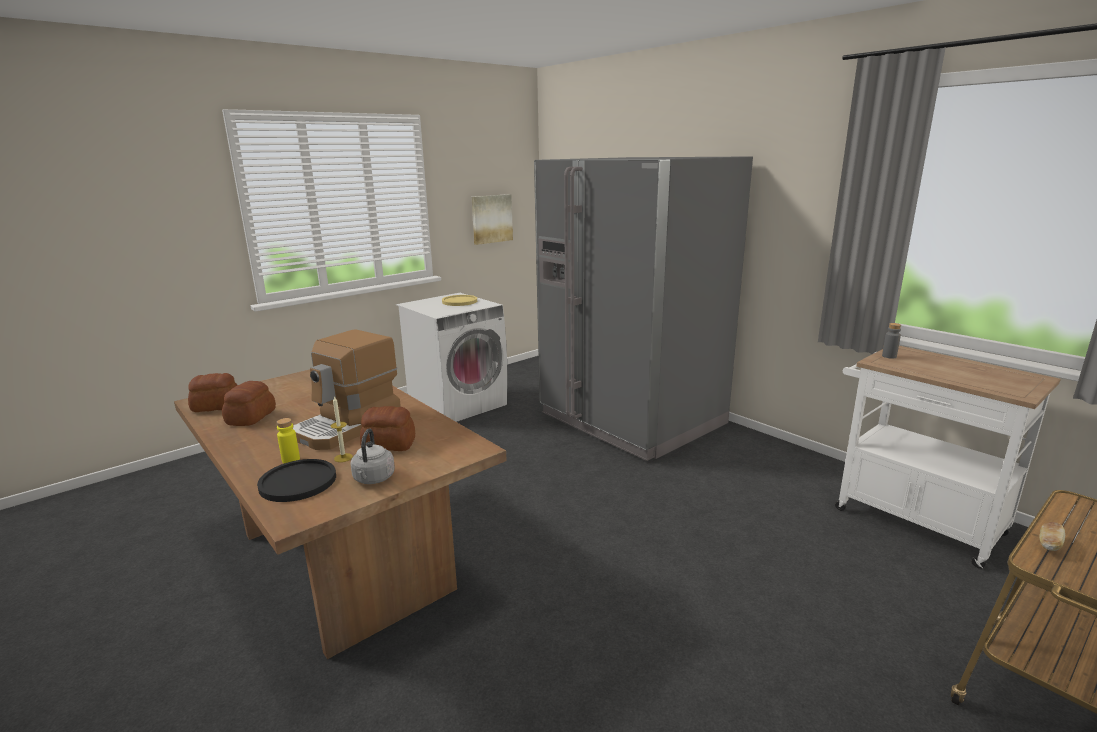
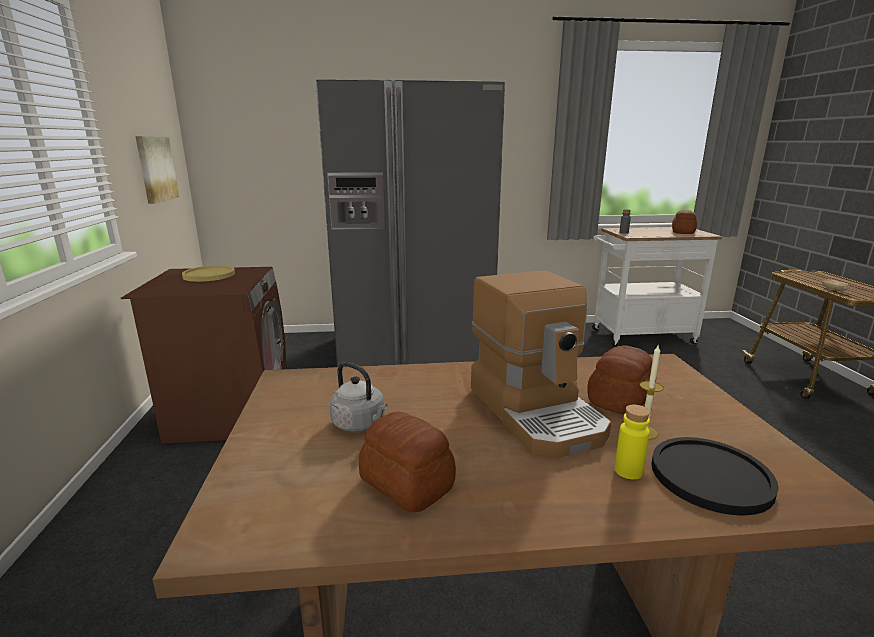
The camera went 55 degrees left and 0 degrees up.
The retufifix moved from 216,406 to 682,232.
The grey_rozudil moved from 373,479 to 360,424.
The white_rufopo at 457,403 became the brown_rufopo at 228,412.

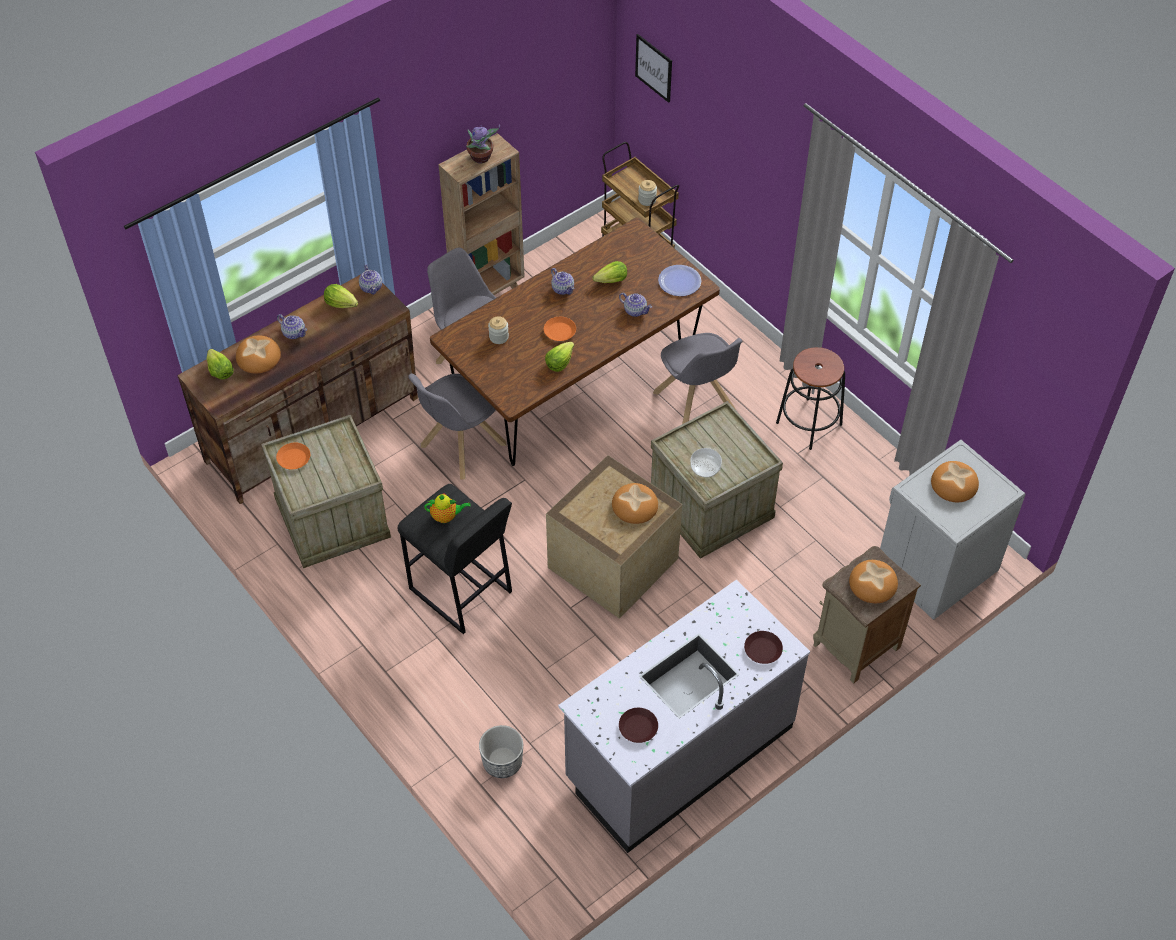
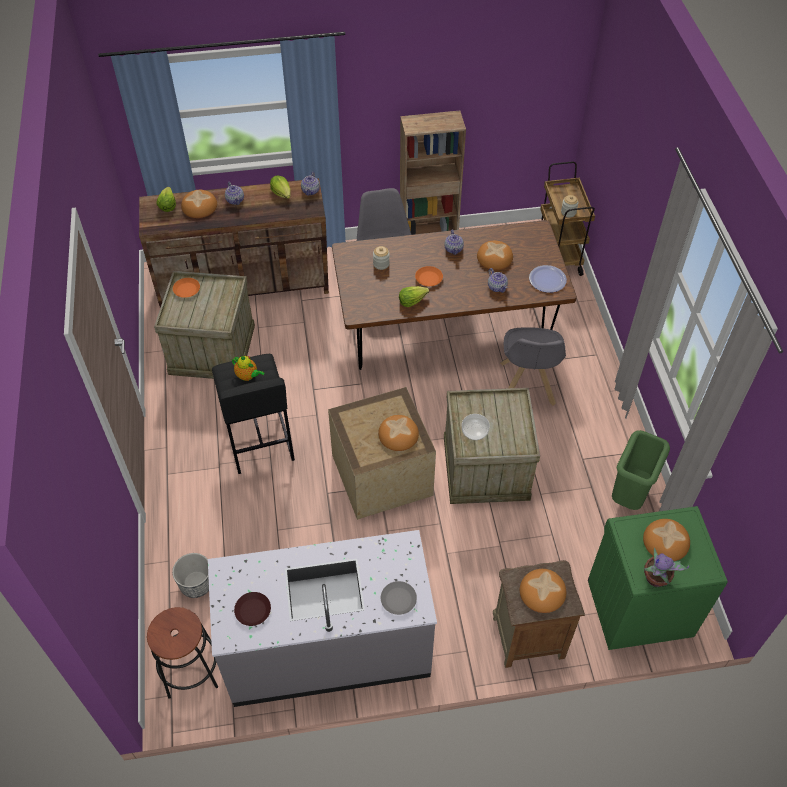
The camera went 30 degrees right and 0 degrees up.
The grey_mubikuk at 460,447 disappeared.
The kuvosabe moved from 481,158 to 656,579.
The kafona at 611,281 was replaced by the retufifix at 494,258.
The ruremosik at 654,68 disappeared.
The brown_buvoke at 763,649 became the grey_buvoke at 399,599.
The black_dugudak moved from 809,423 to 190,669.
The white_rufopo at 934,567 became the green_rufopo at 638,606.
The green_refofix at 629,496 appeared.

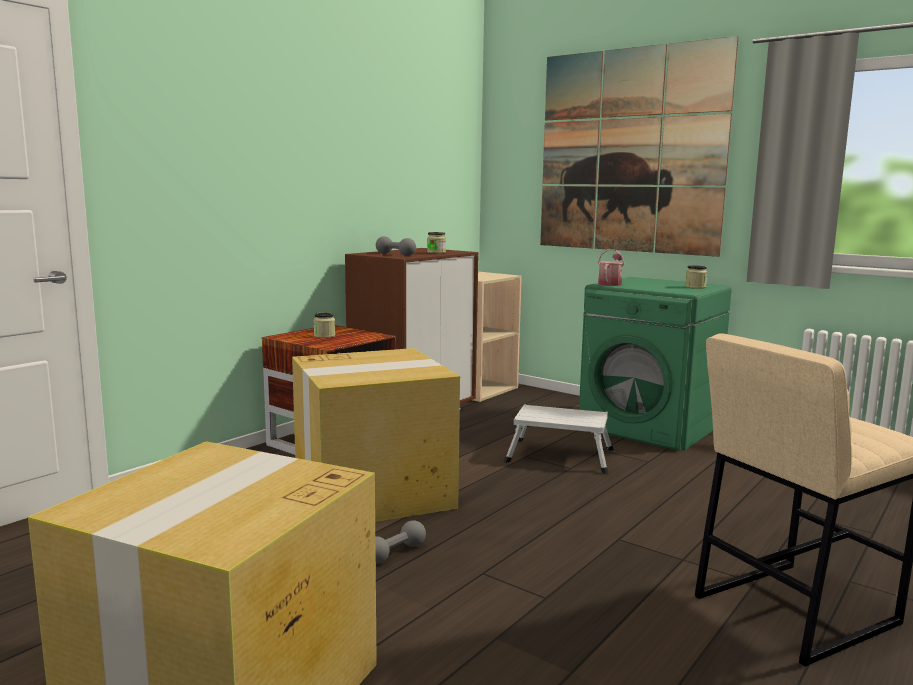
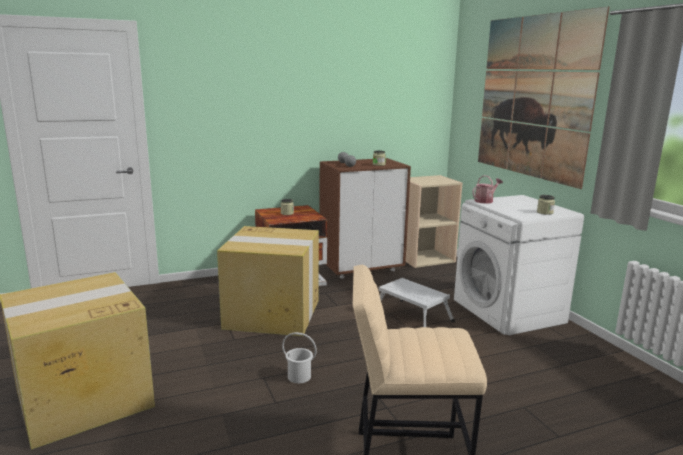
The camera went 30 degrees right and 5 degrees up.
The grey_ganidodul at 395,553 disappeared.
The green_rufopo at 647,427 became the white_rufopo at 506,311.
The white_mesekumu at 299,377 appeared.

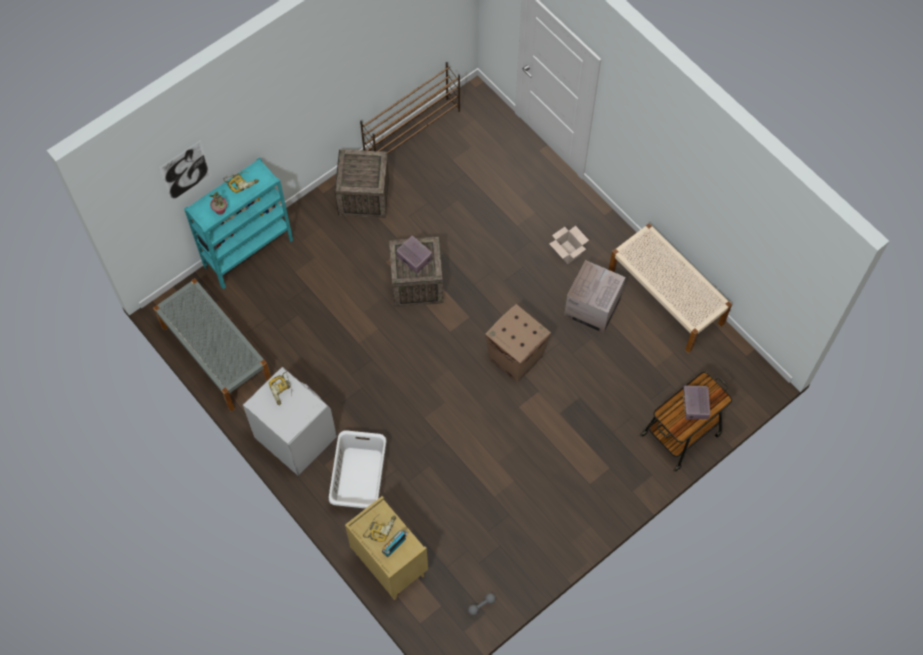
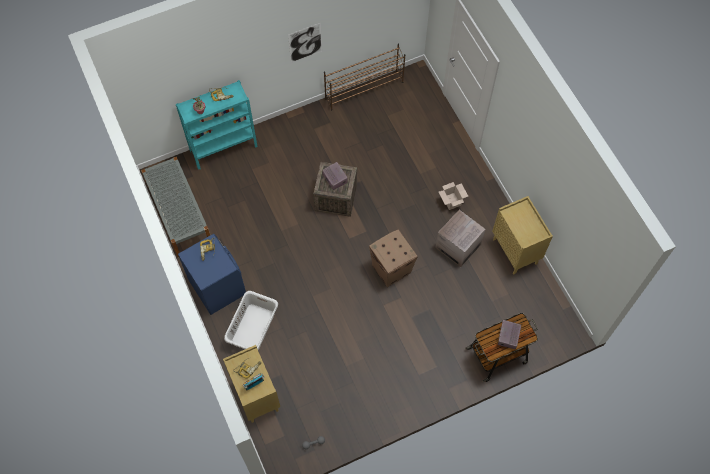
The camera went 15 degrees right and 0 degrees up.
The ruremosik moved from 185,171 to 305,43.
The white_rufopo at 296,435 became the blue_rufopo at 218,286.
The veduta at 364,196 disappeared.
The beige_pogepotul at 666,297 was replaced by the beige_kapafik at 515,251.

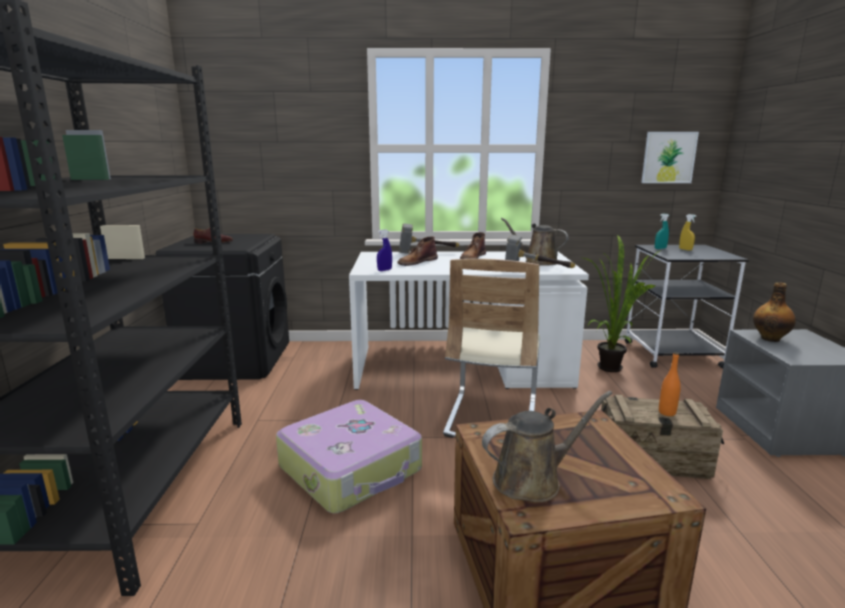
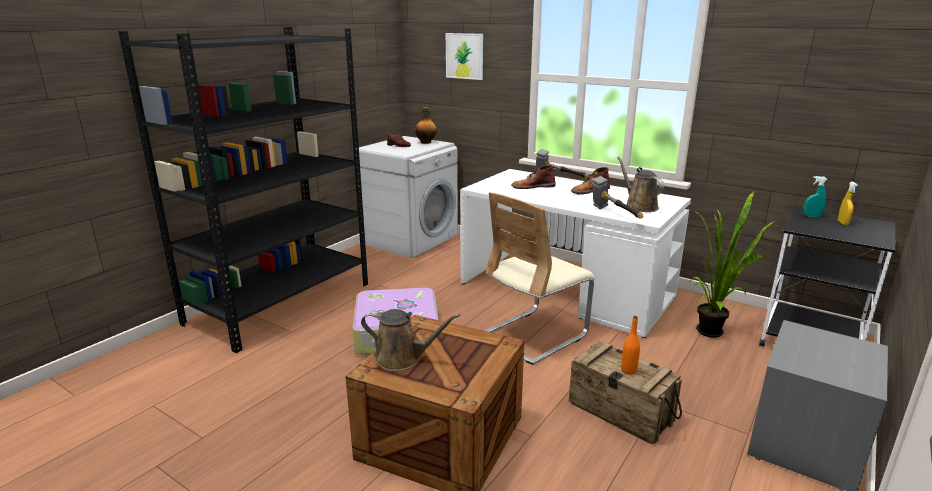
The camera went 35 degrees right and 5 degrees up.
The black_rufopo at 239,359 became the white_rufopo at 412,239.
The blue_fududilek at 384,270 disappeared.
The ruremosik moved from 668,157 to 464,56.
The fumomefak moved from 770,338 to 426,142.

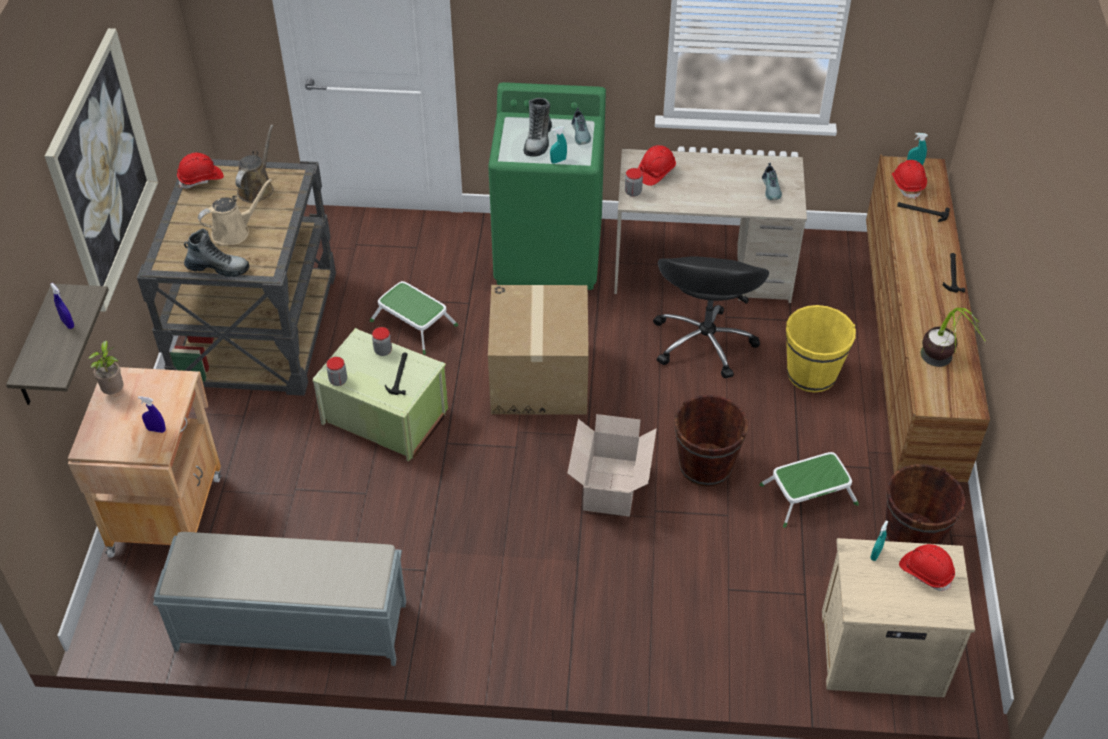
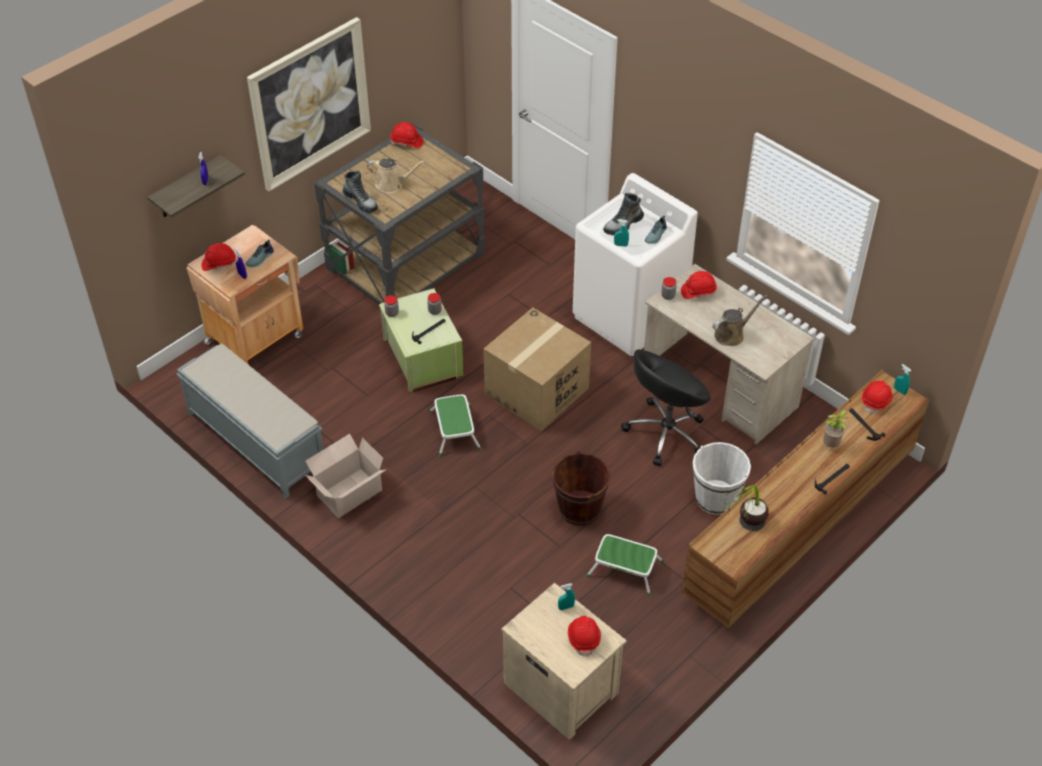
The camera went 40 degrees right and 0 degrees up.
The kuvosabe moved from 115,391 to 831,445.
The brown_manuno moved from 257,188 to 731,334.
The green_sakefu moved from 414,323 to 455,430.
The green_rufopo at 549,253 became the white_rufopo at 629,316.
The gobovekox moved from 610,488 to 347,493.
The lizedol moved from 772,188 to 260,259.
The yellow_mesekumu at 811,374 became the white_mesekumu at 716,498.
The brown_mesekumu at 912,537 disappeared.
The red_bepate at 219,263 appeared.

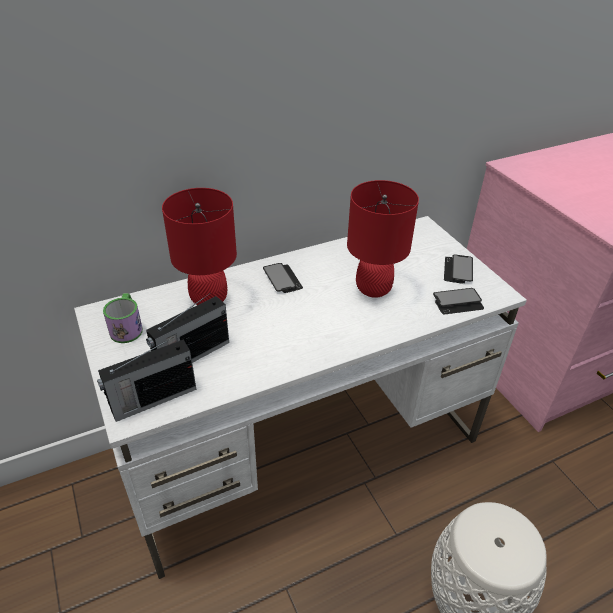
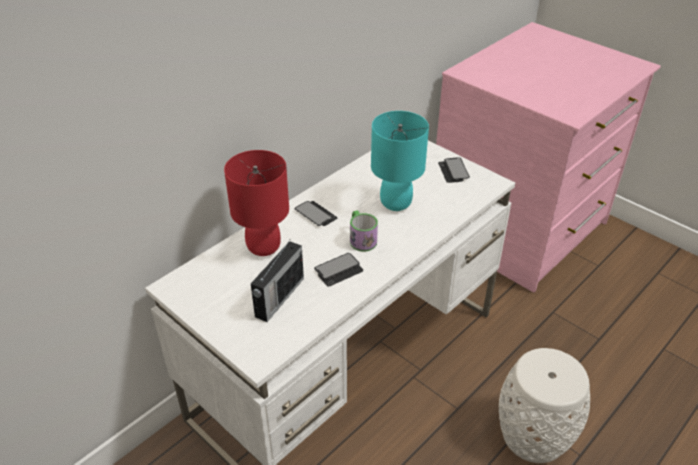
The camera went 20 degrees left and 0 degrees up.
The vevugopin at 152,399 disappeared.
The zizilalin moved from 127,327 to 361,239.
The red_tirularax at 371,290 became the turquoise_tirularax at 394,205.
The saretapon moved from 458,302 to 338,270.

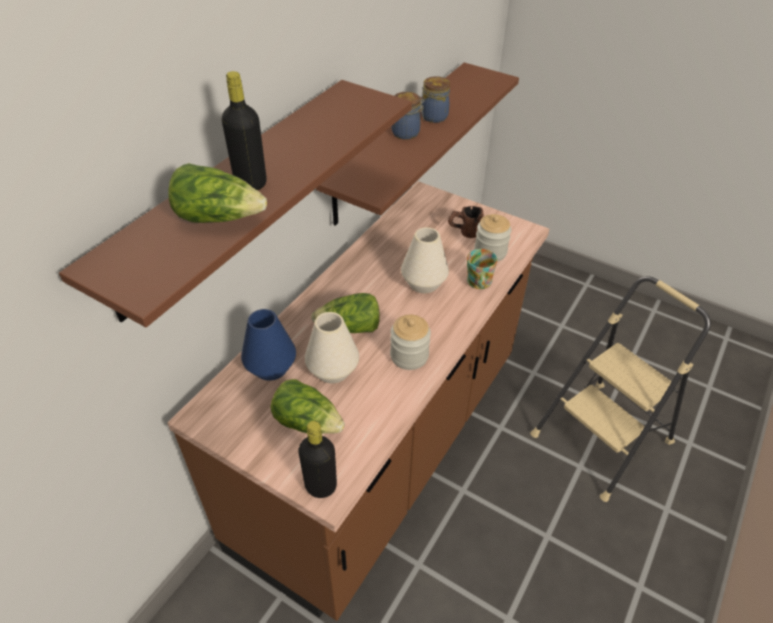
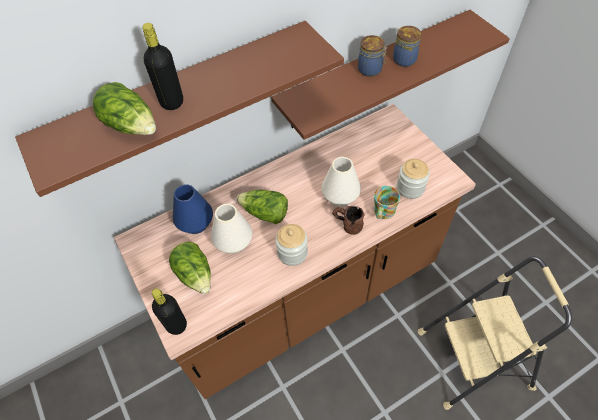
The camera went 30 degrees right and 10 degrees up.
The brown_zizilalin moved from 463,232 to 347,225.

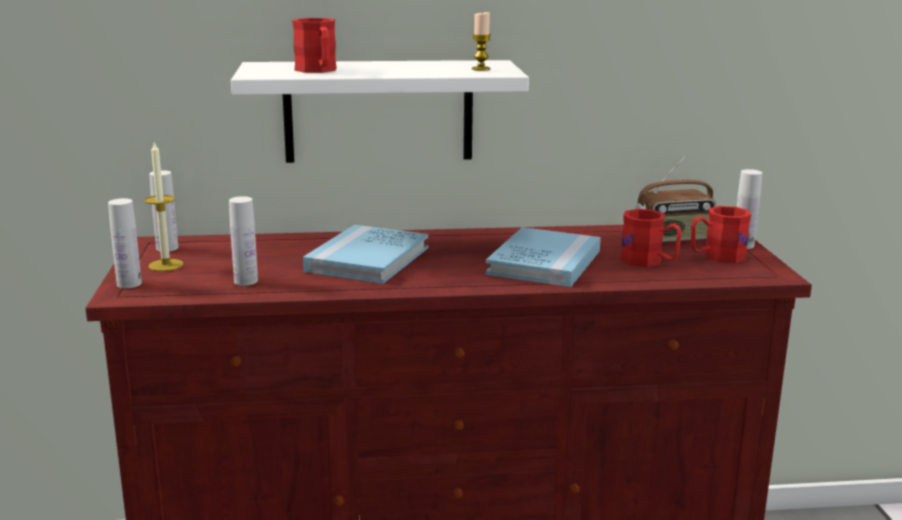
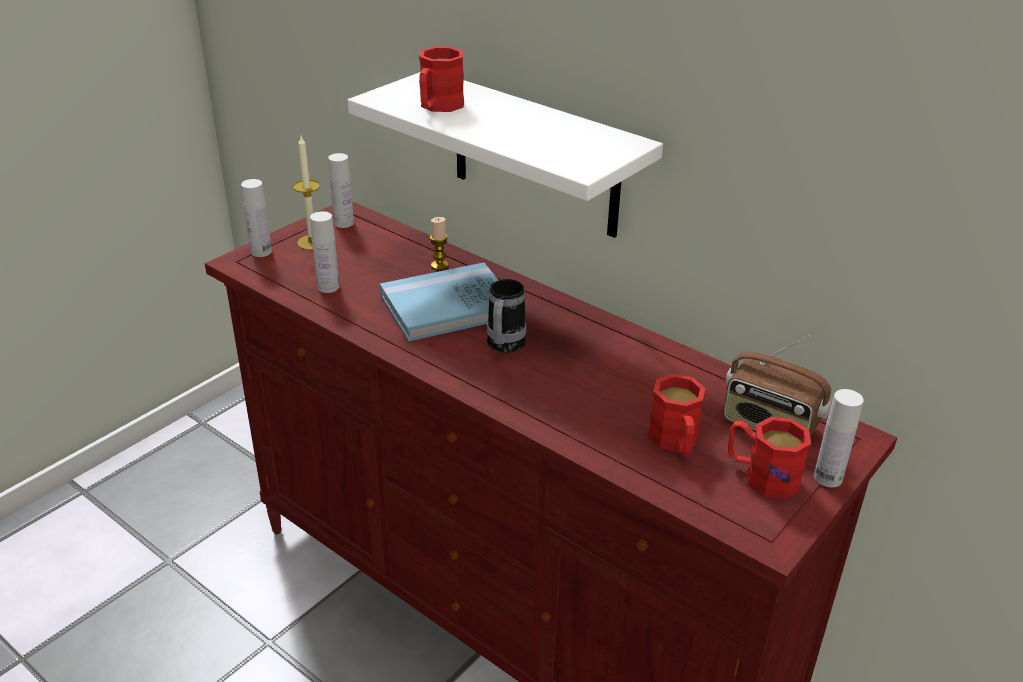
The camera went 45 degrees right and 15 degrees up.
The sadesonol moved from 481,69 to 439,265.
The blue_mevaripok at 544,262 disappeared.
The zizilalin at 503,347 appeared.

